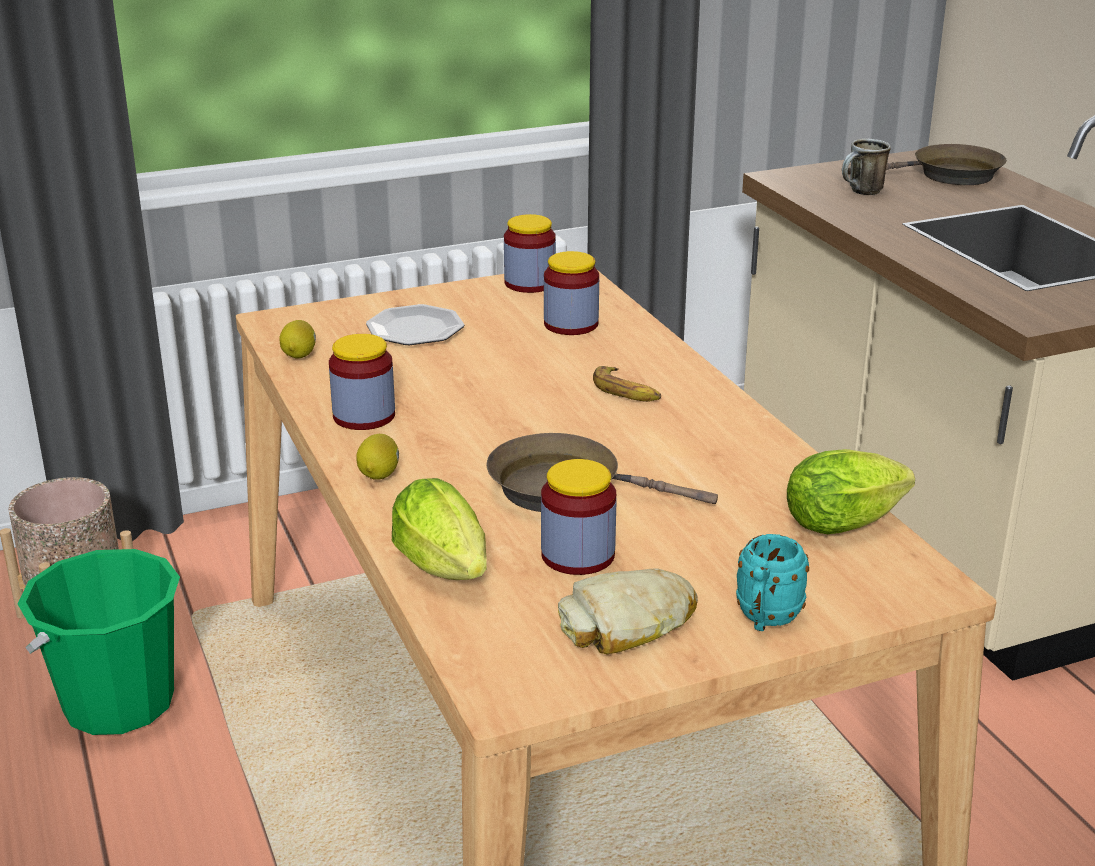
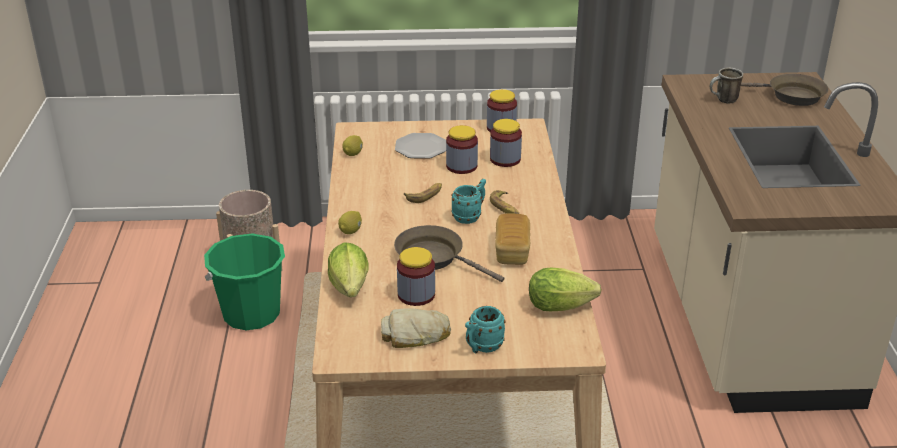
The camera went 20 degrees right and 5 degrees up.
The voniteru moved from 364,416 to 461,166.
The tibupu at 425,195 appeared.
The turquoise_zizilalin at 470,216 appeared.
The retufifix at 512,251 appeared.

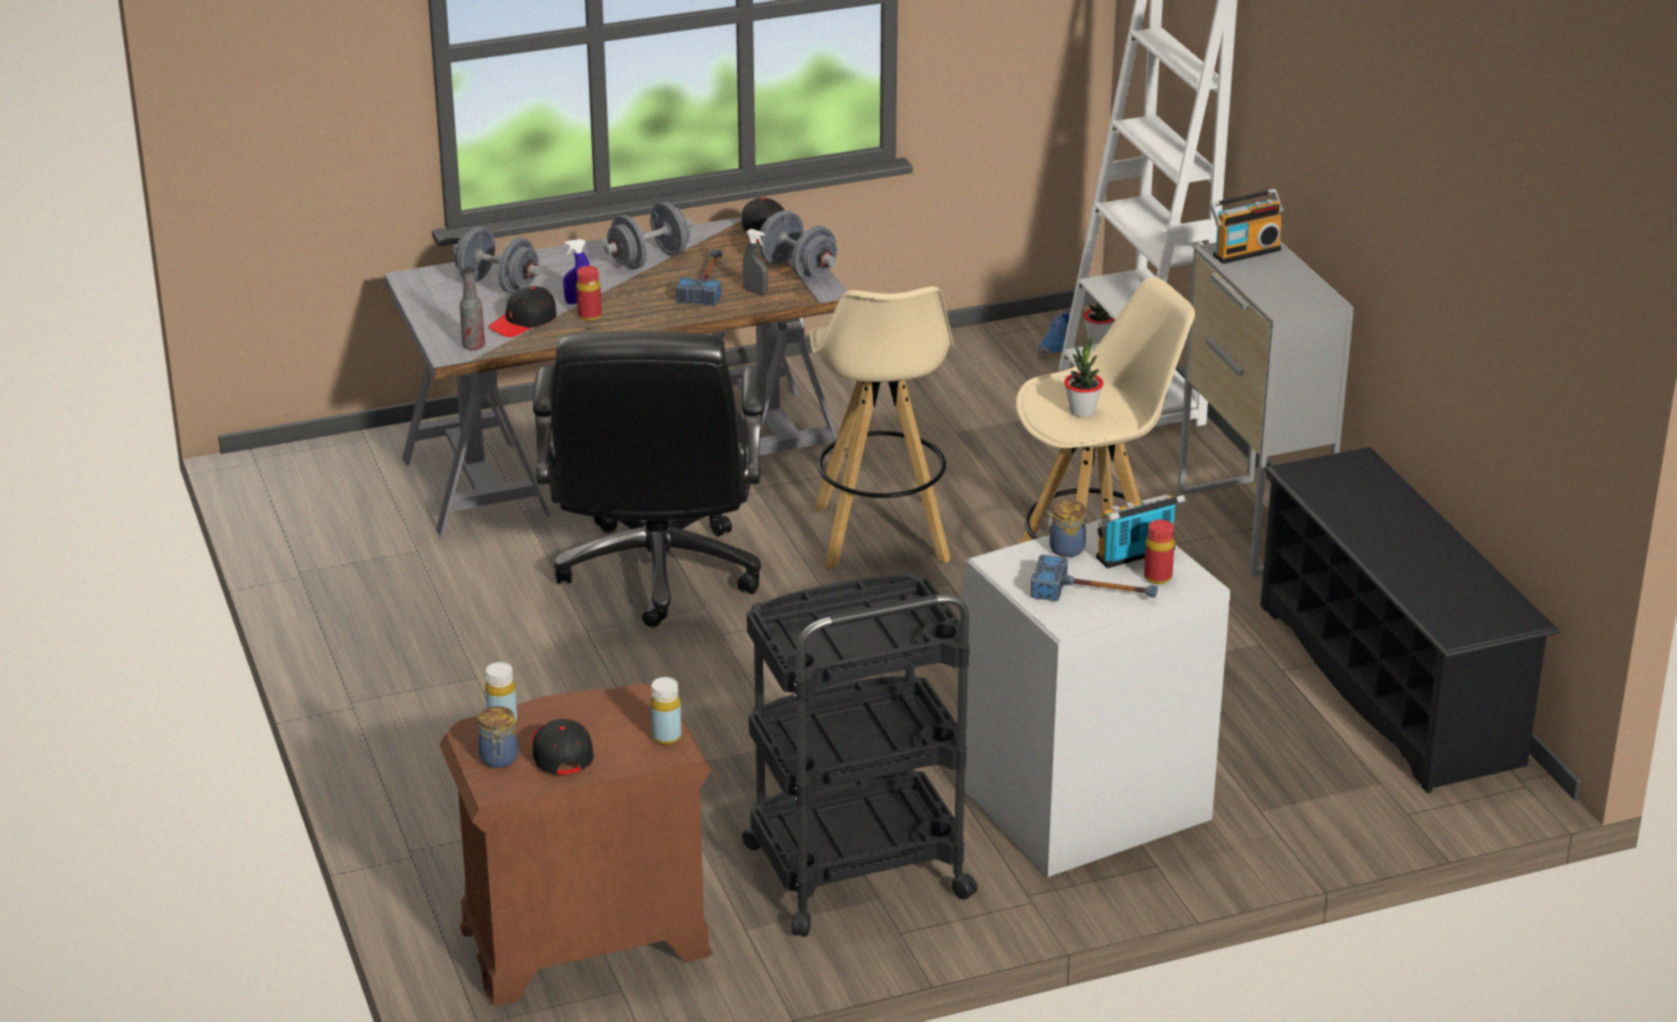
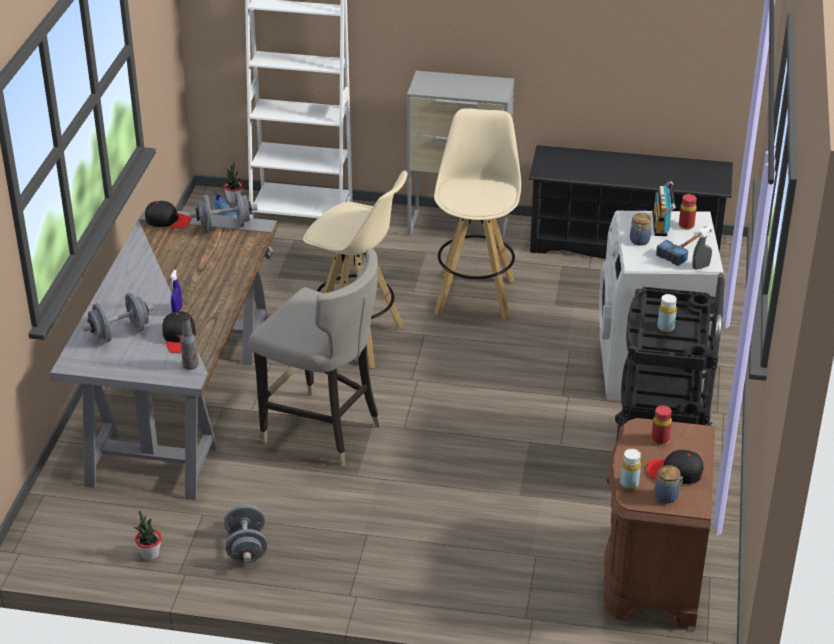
The camera went 60 degrees left and 5 degrees up.
The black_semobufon at 655,577 was replaced by the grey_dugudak at 323,431.
The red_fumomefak moved from 589,316 to 660,440.
The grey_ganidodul moved from 649,260 to 246,548.
The yellow_fumomefak moved from 666,737 to 665,327.
The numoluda at 706,282 disappeared.
The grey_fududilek moved from 755,292 to 700,267.
The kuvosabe moved from 1082,411 to 150,554.
The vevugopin at 1244,252 disappeared.

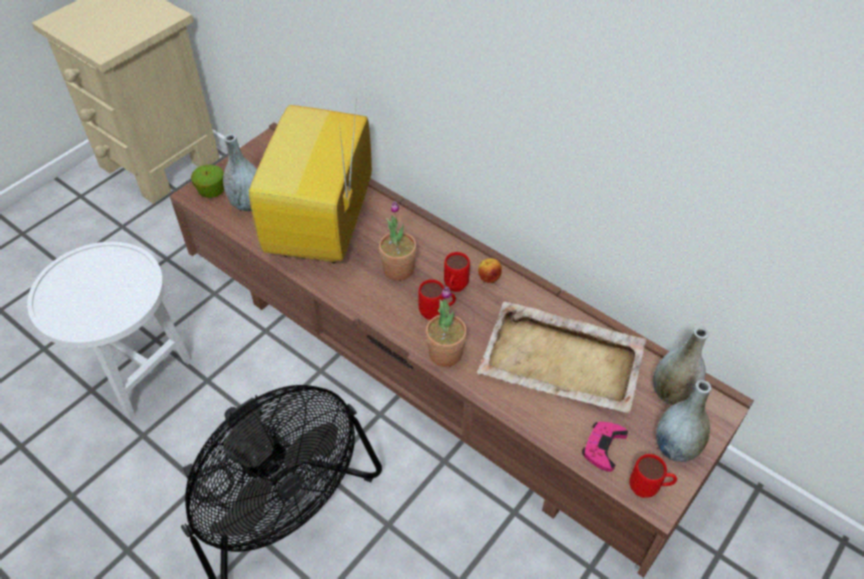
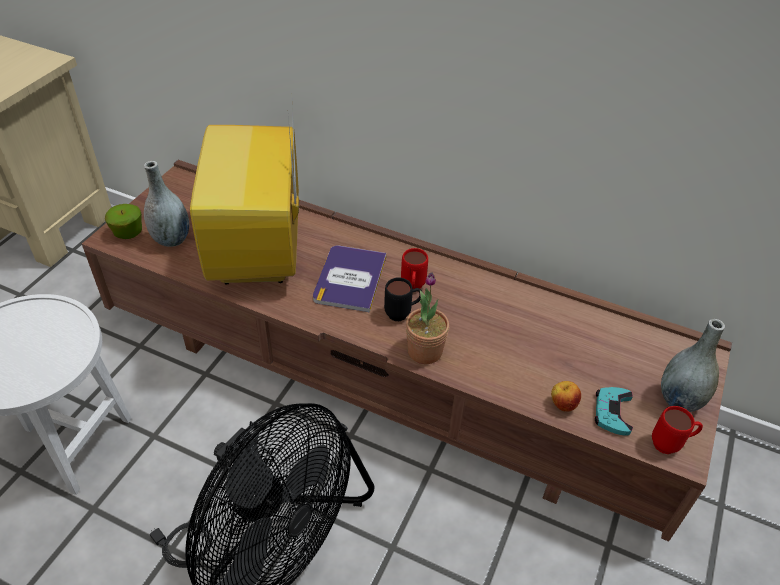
The camera went 15 degrees left and 5 degrees down.
The kuvosabe at 398,269 was replaced by the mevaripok at 350,279.
The red_zizilalin at 436,313 became the black_zizilalin at 402,314.
The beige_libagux at 563,360 disappeared.
The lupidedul moved from 488,278 to 562,404.
The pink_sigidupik at 603,447 became the turquoise_sigidupik at 612,412.
The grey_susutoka at 671,393 disappeared.

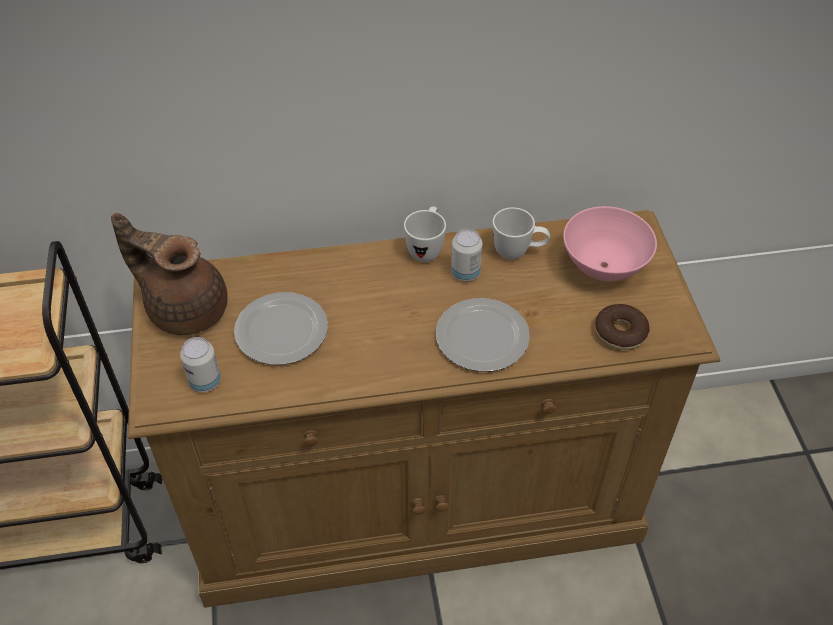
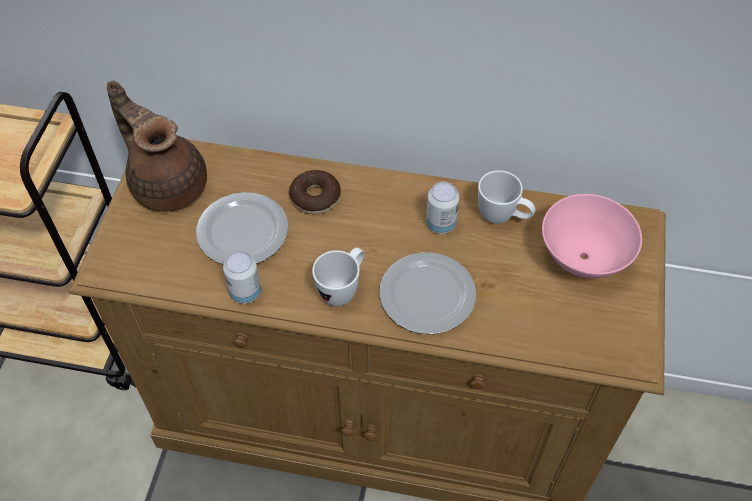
The camera went 20 degrees right and 5 degrees up.
The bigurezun moved from 205,381 to 245,292.
The white_zizilalin moved from 426,248 to 343,288.
The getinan moved from 620,332 to 315,197.

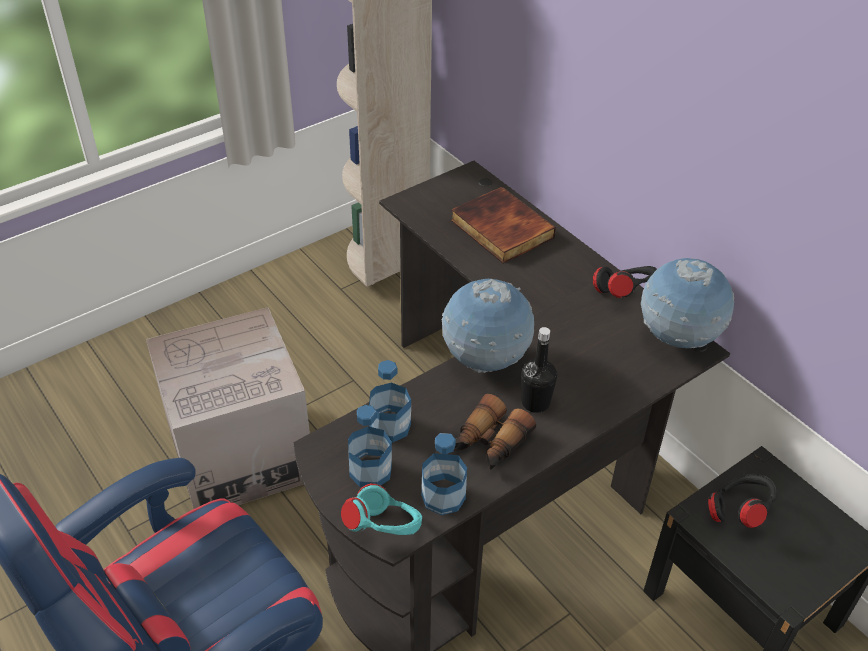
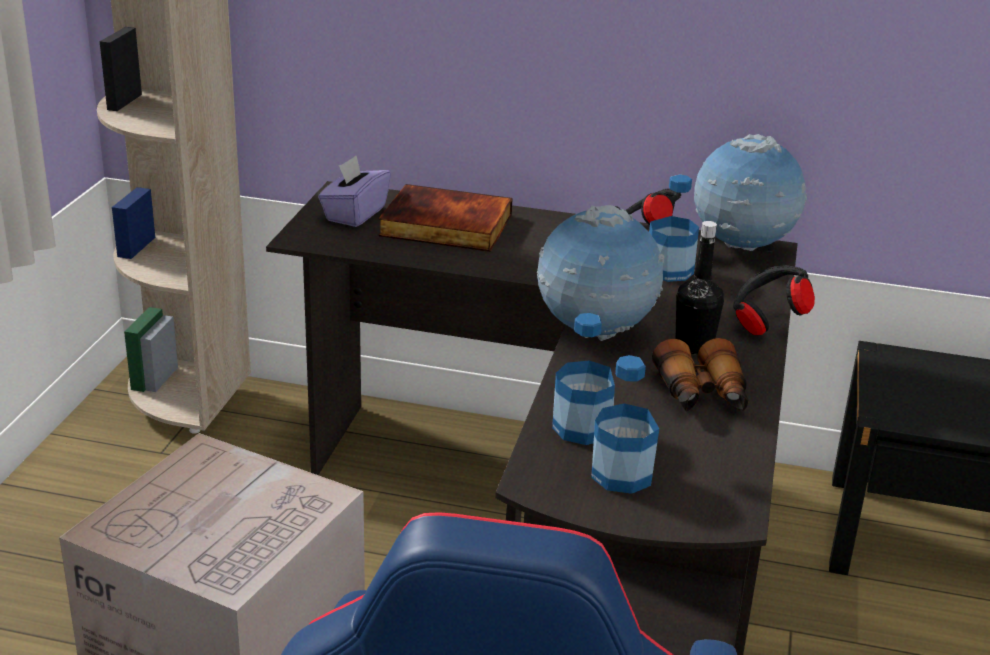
The camera went 40 degrees left and 15 degrees down.
The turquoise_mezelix at 384,529 disappeared.
The fumomefak moved from 443,496 to 669,270.
The black_mezelix moved from 738,512 to 767,322.
The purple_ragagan at 354,214 appeared.

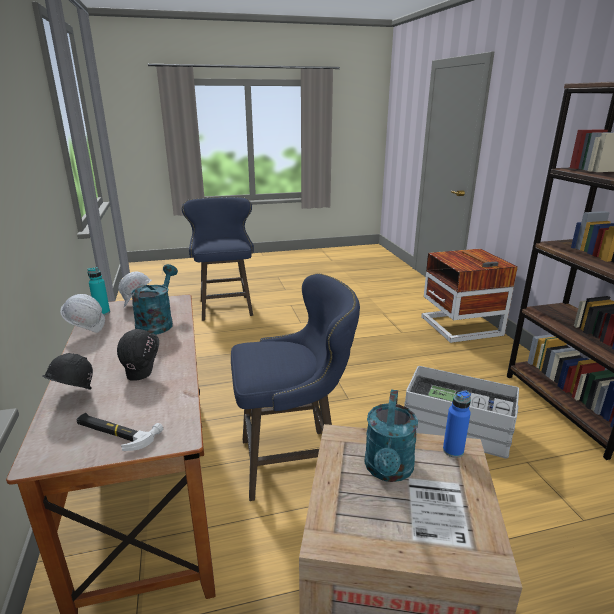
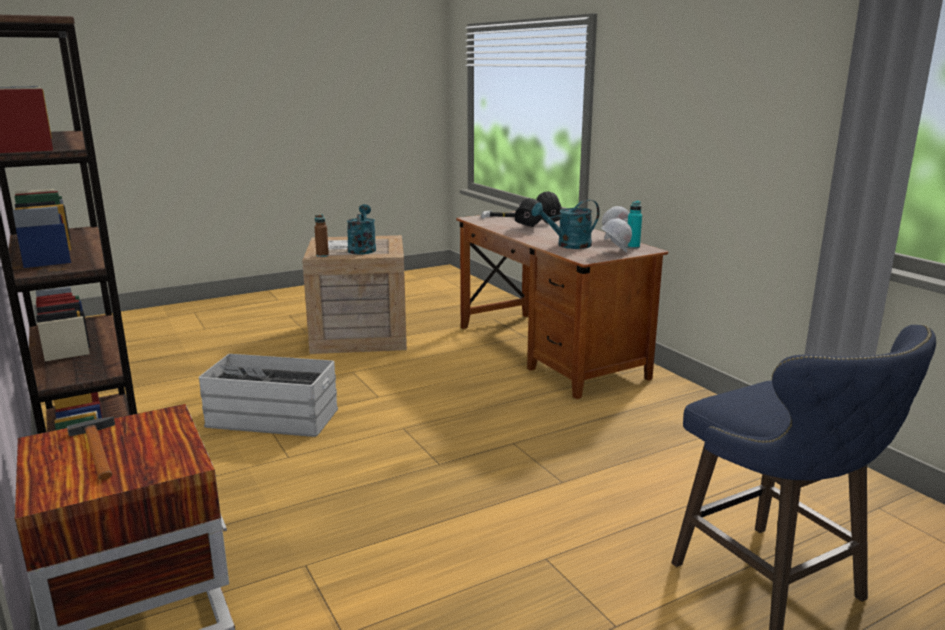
The camera went 165 degrees right and 5 degrees down.
The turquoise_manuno at 157,323 turned 75 degrees clockwise.
The blue_dugudak at 294,461 disappeared.
The blue_fumomefak at 453,450 became the brown_fumomefak at 322,255.

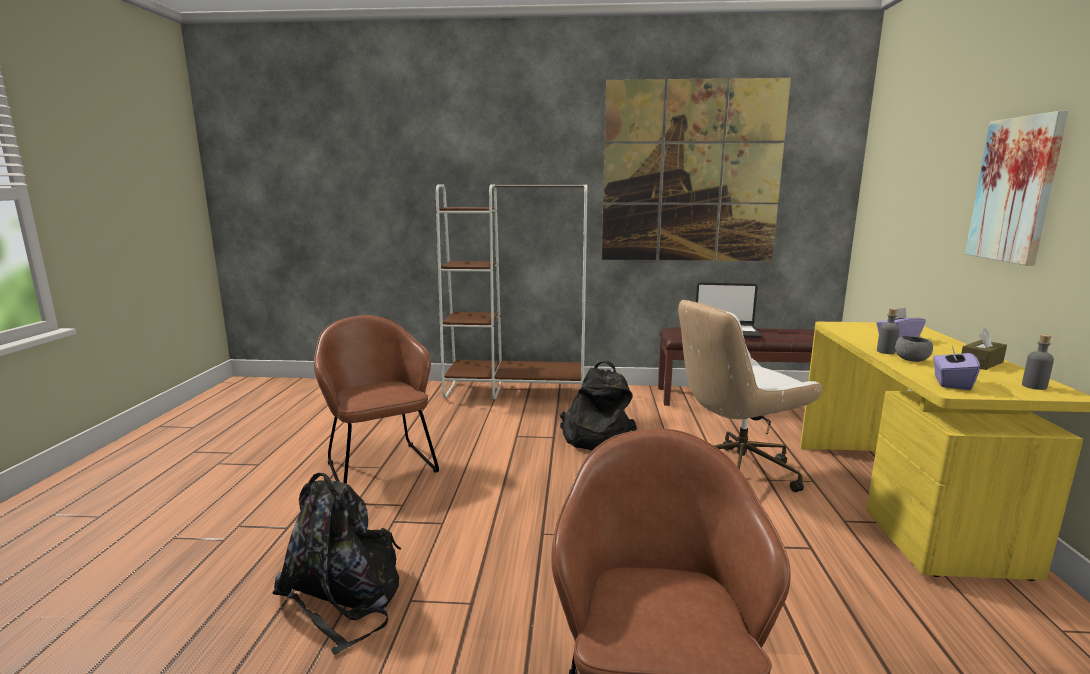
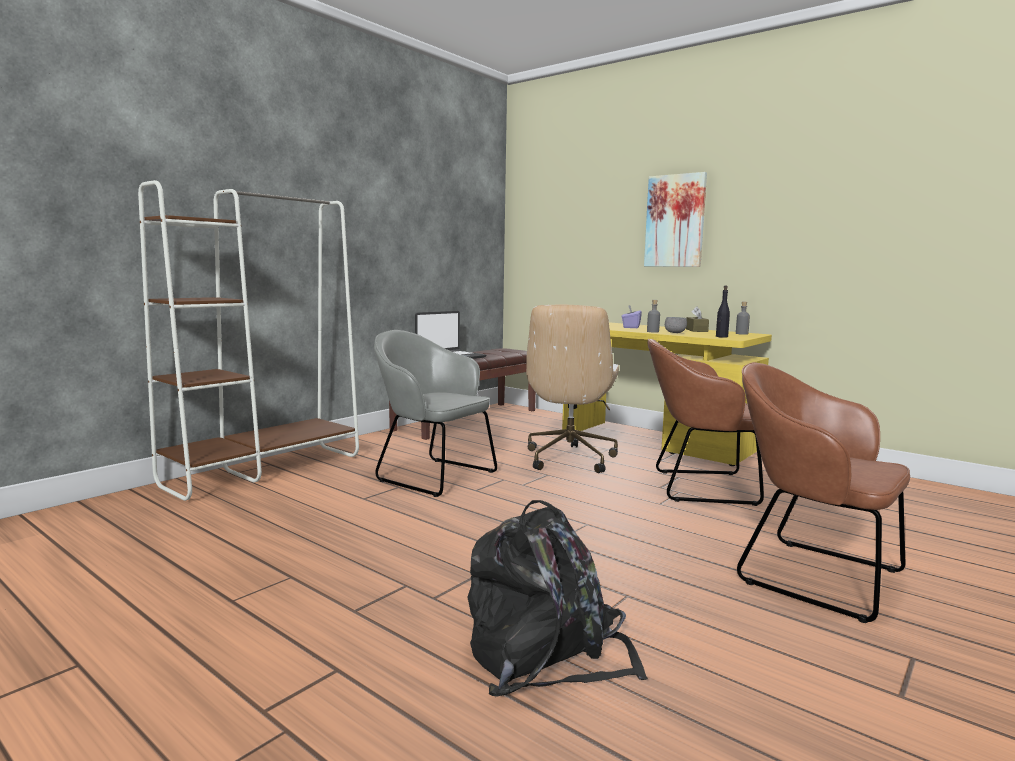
The camera went 55 degrees left and 5 degrees down.
The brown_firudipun moved from 380,464 to 697,486.
The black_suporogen at 595,437 was replaced by the grey_firudipun at 432,475.
The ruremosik at 691,173 disappeared.
The purple_ragagan at 951,383 was replaced by the black_fumomefak at 721,337.

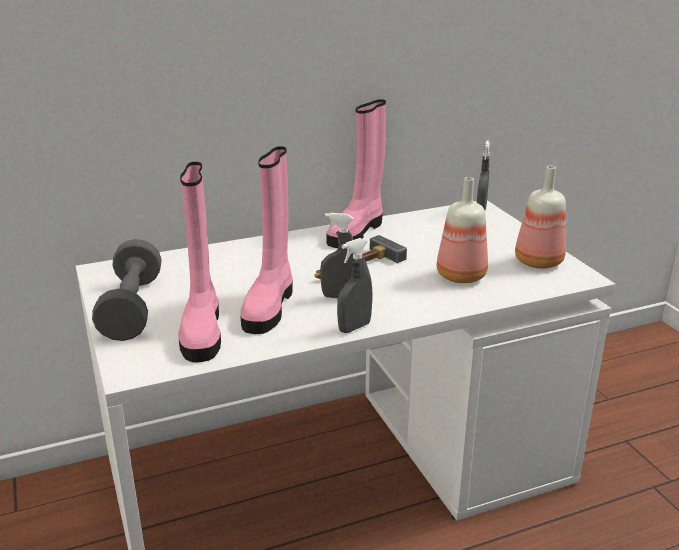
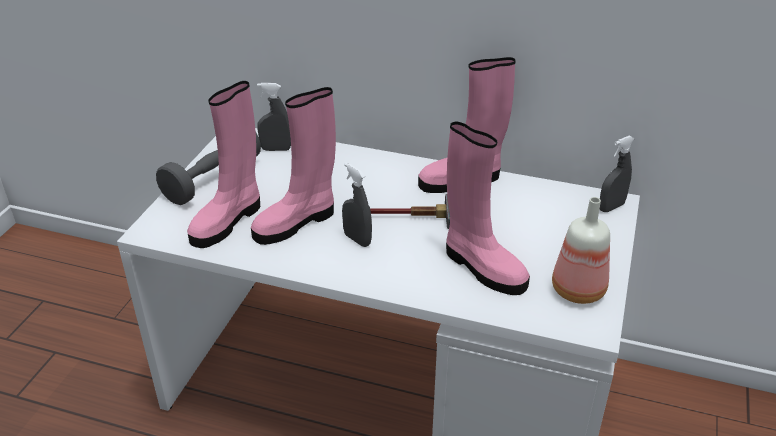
The camera went 40 degrees right and 10 degrees up.
The grey_fududilek moved from 354,327 to 276,149.
The fumomefak at 459,275 was replaced by the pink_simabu at 482,267.

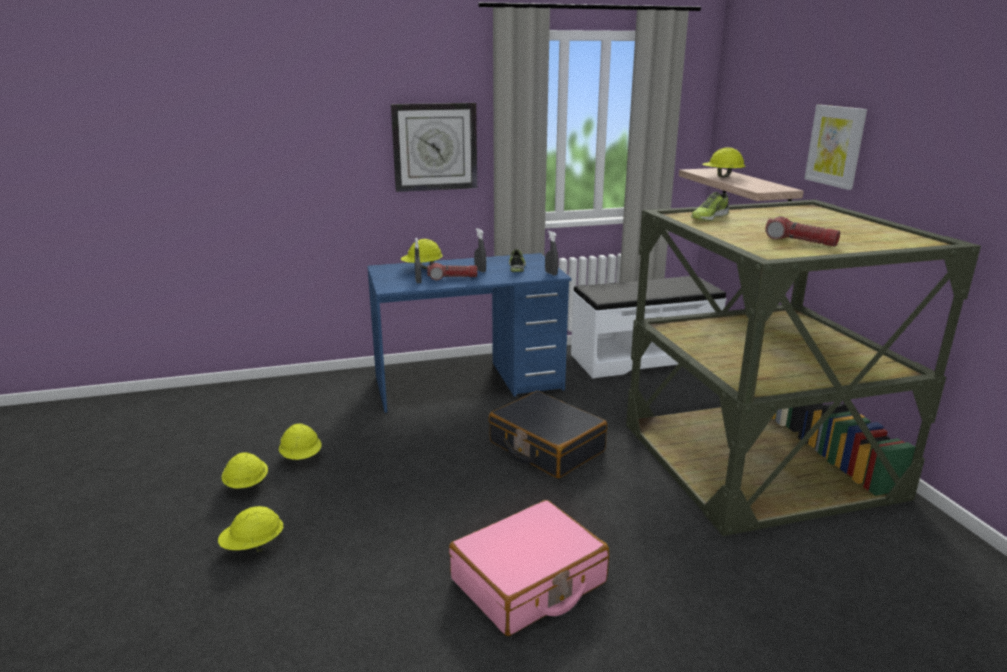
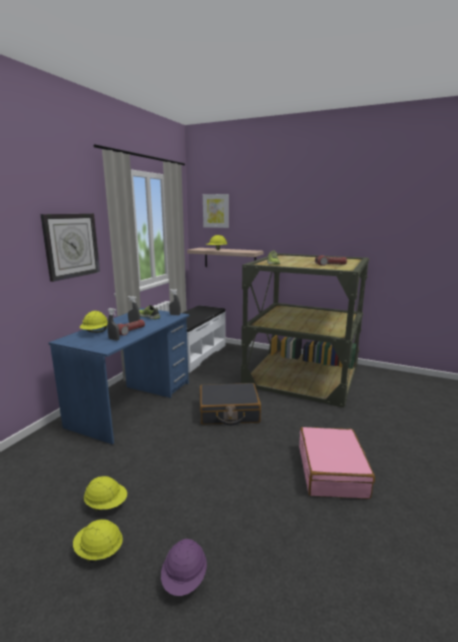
The camera went 50 degrees left and 5 degrees down.
The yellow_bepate at 253,546 became the purple_bepate at 185,579.
The ruremosik moved from 836,146 to 216,211.

